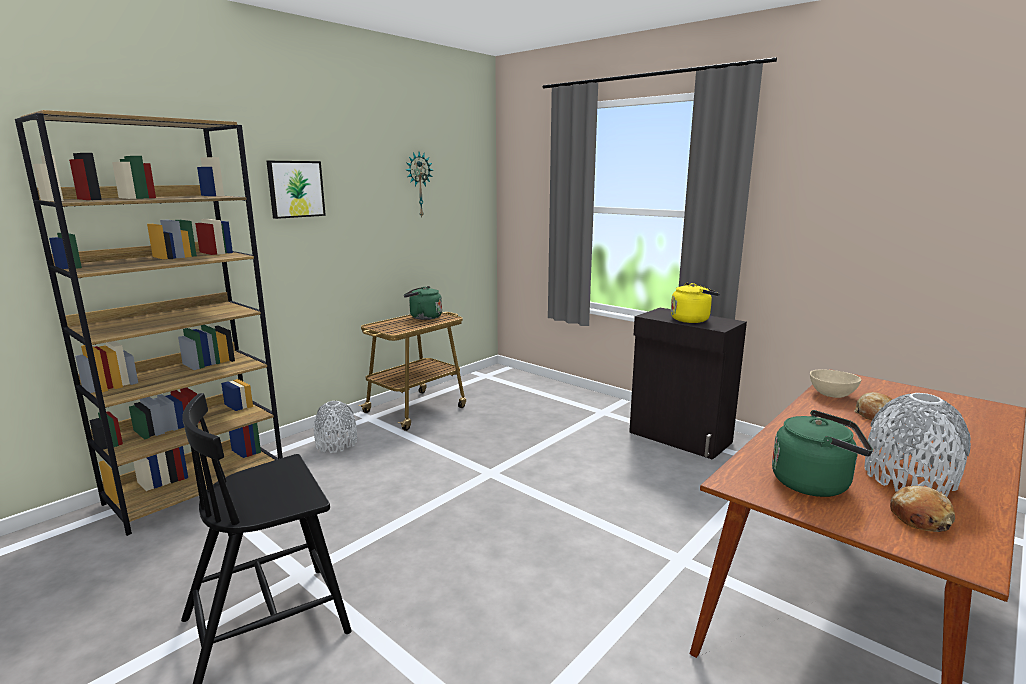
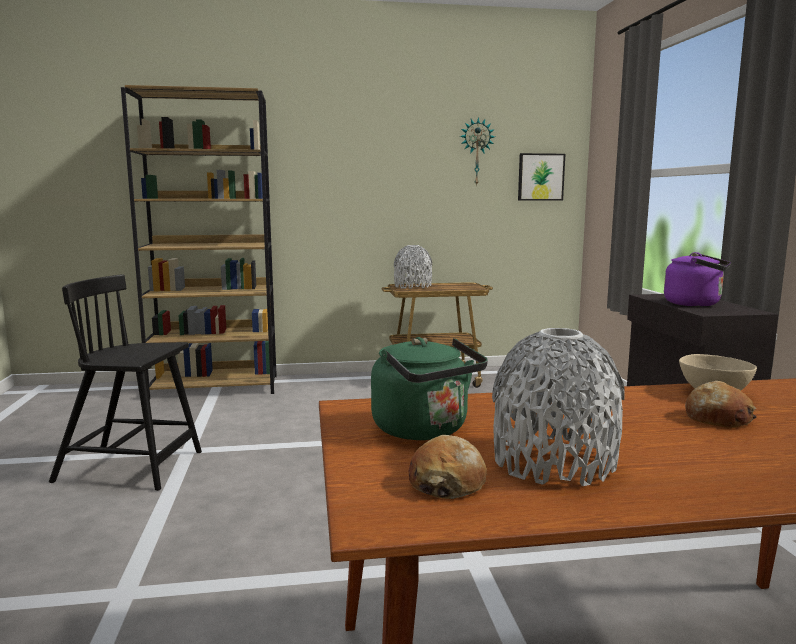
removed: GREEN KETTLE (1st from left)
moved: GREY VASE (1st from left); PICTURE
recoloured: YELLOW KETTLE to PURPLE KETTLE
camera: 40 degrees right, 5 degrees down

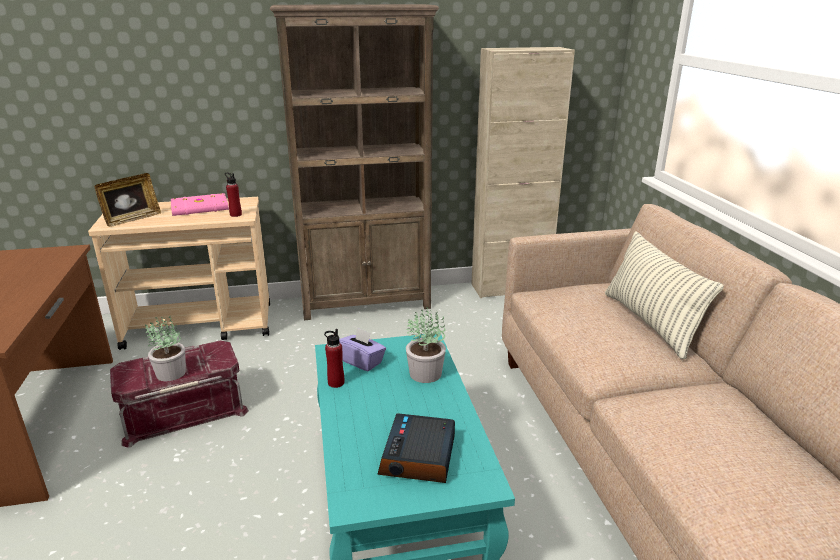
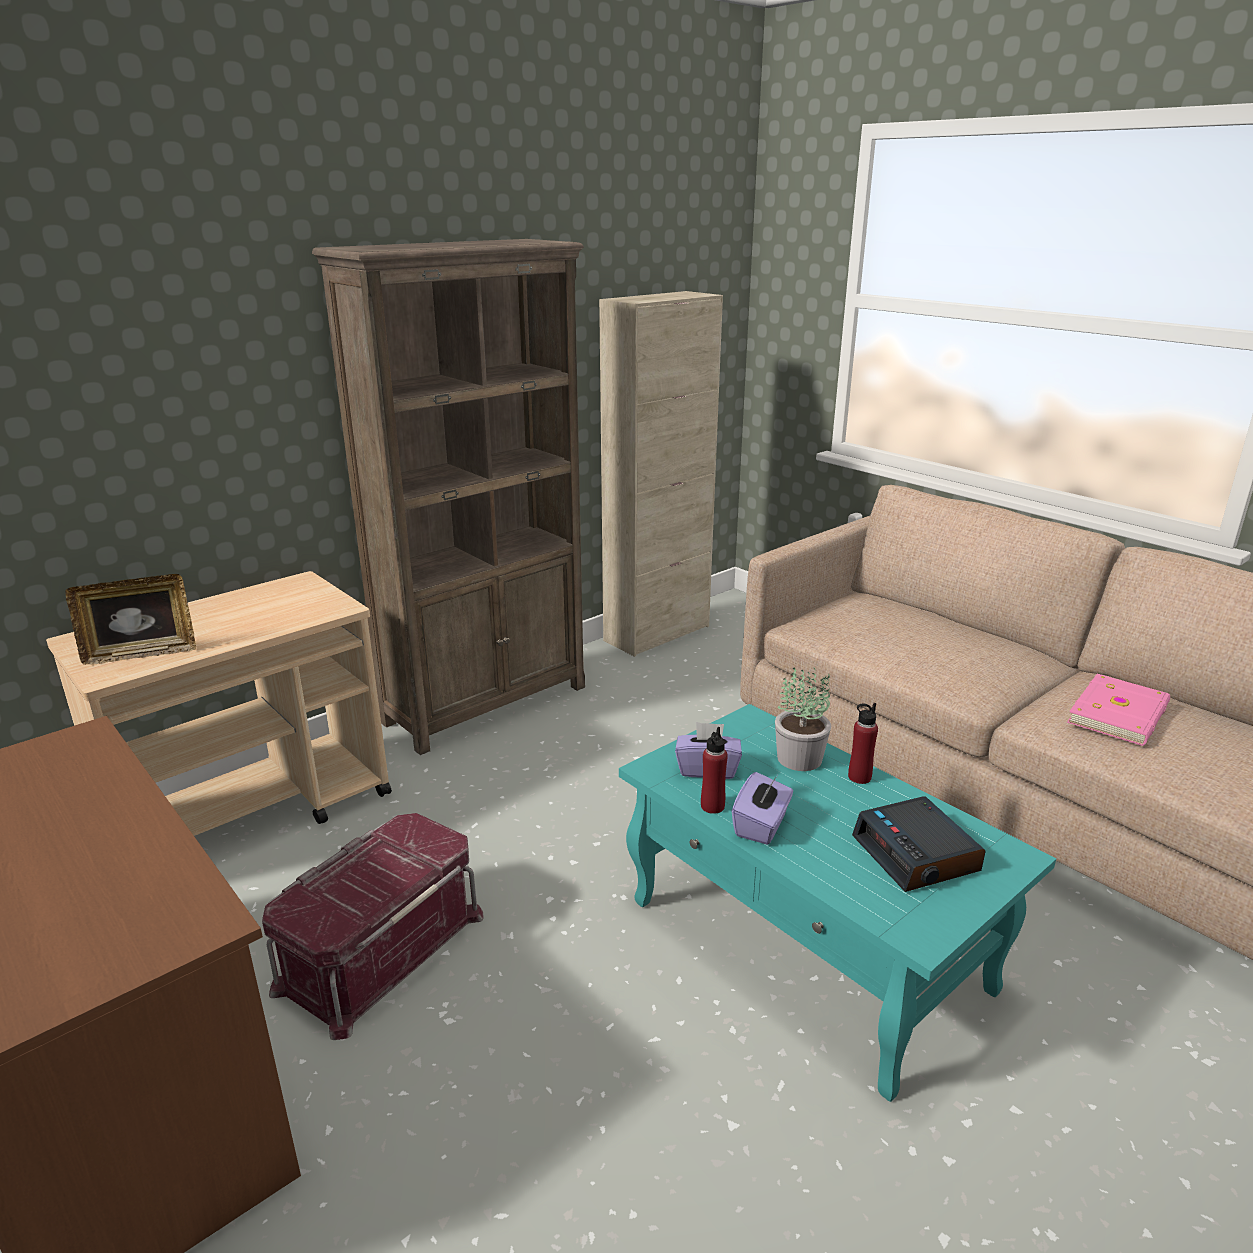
removed: POTTED PLANT (1st from left); PILLOW
added: PURPLE TISSUE BOX (2nd from left)
moved: RED BOTTLE (1st from left in the first image) to RED BOTTLE (2nd from left); PINK BOOK
turned: PICTURE FRAME 60 degrees clockwise
camera: 30 degrees left, 0 degrees up

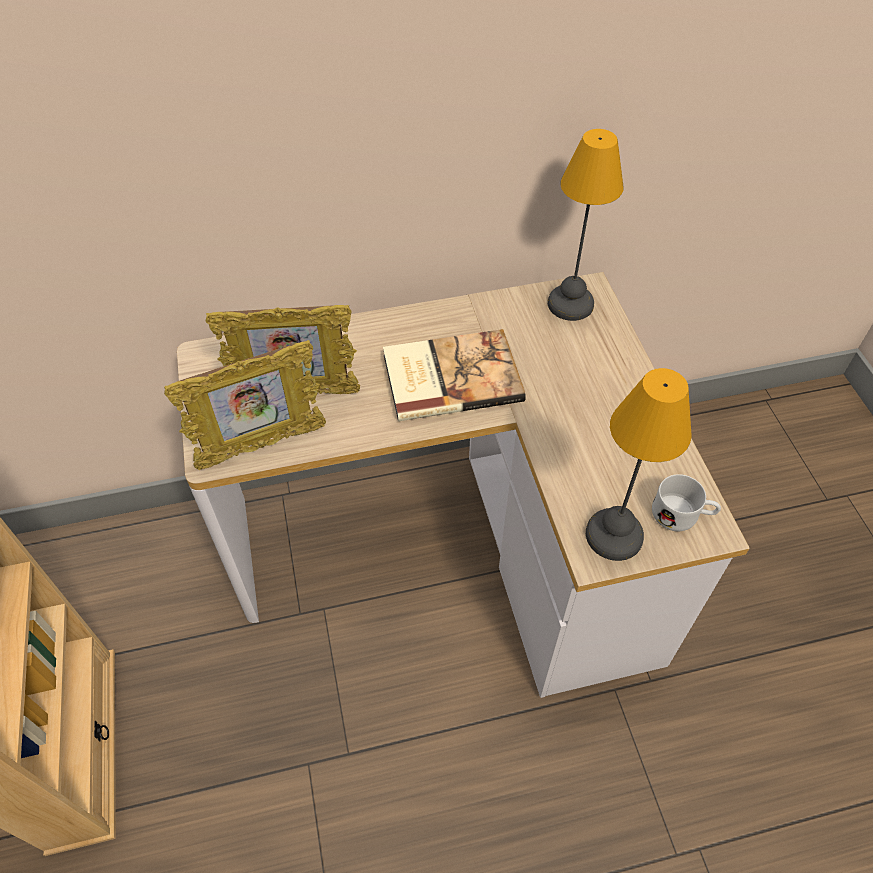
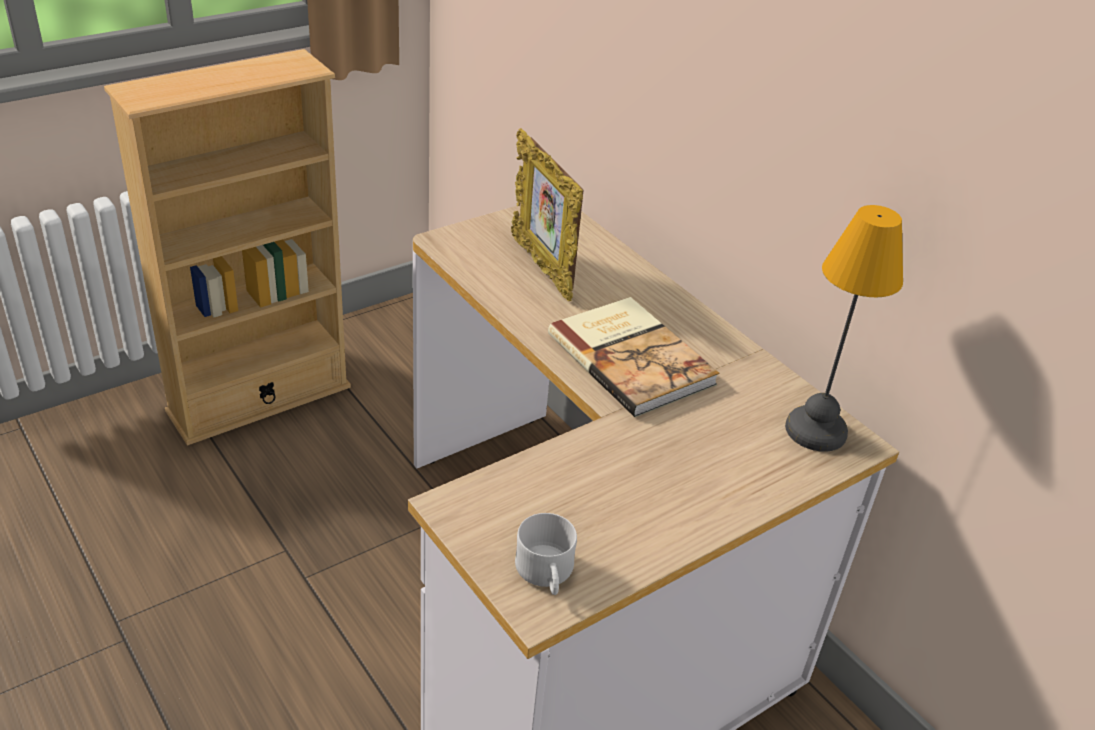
removed: PICTURE FRAME (1st from left); TABLE LAMP (2nd from left)
camera: 65 degrees right, 15 degrees down

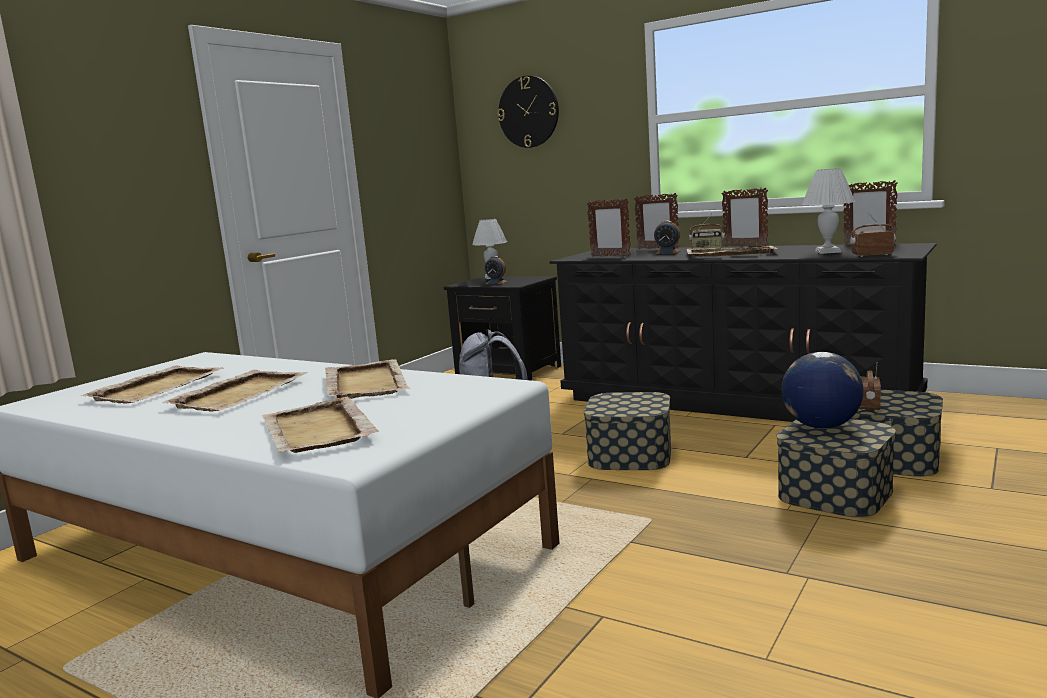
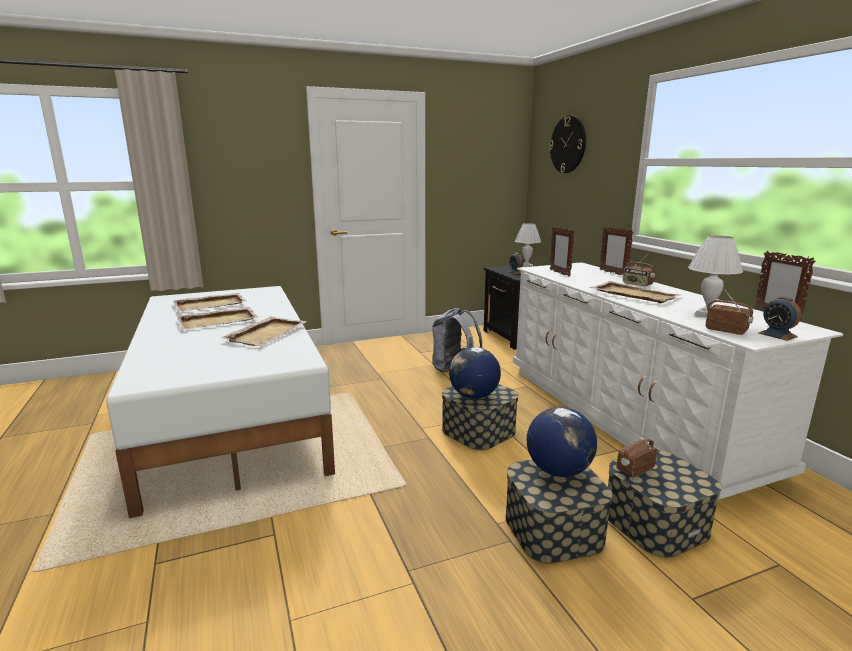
removed: BEIGE TRAY (3rd from left); PICTURE FRAME (3rd from left)
added: GLOBE (1st from left)
moved: ALARM CLOCK (2nd from left)
recoloured: BLACK DRESSER to WHITE DRESSER
camera: 35 degrees right, 5 degrees up

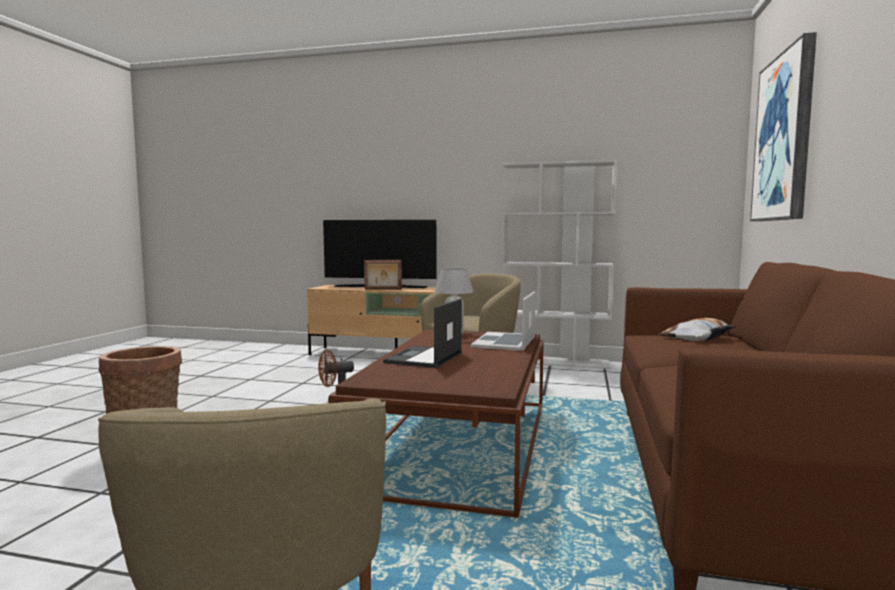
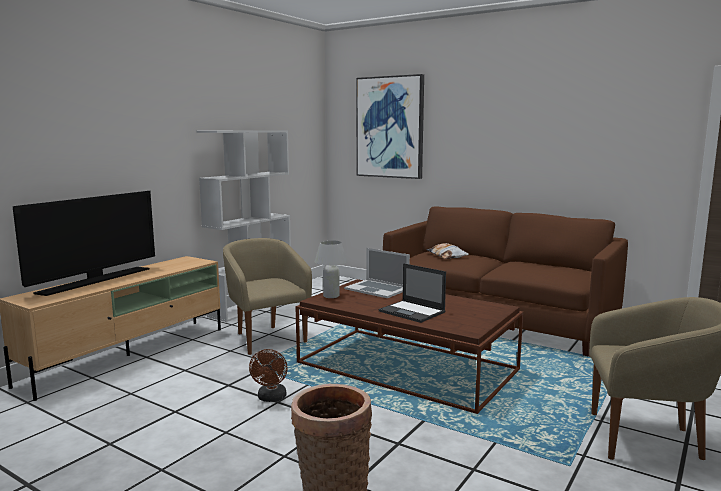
removed: PICTURE FRAME
camera: 70 degrees left, 5 degrees up

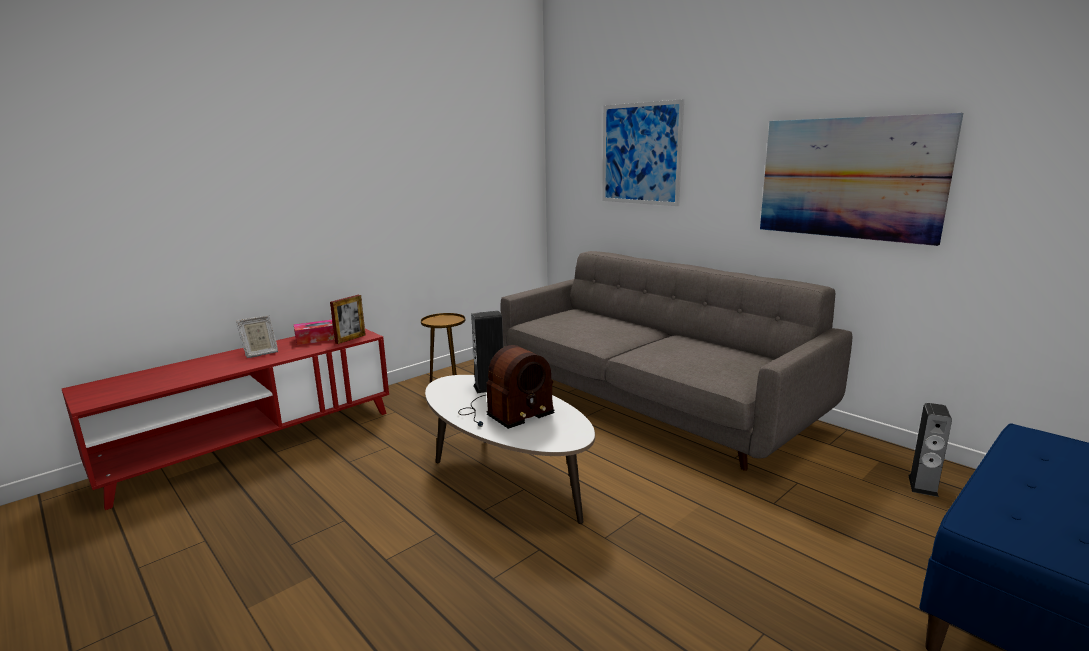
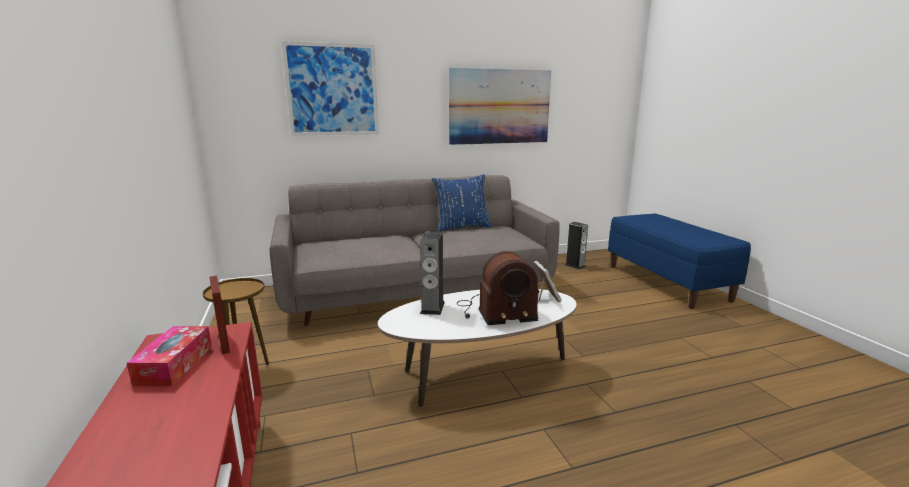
added: BLUE PILLOW
moved: PICTURE FRAME (1st from left in the first image) to PICTURE FRAME (2nd from left)
turned: RADIO 90 degrees clockwise
camera: 65 degrees left, 0 degrees up

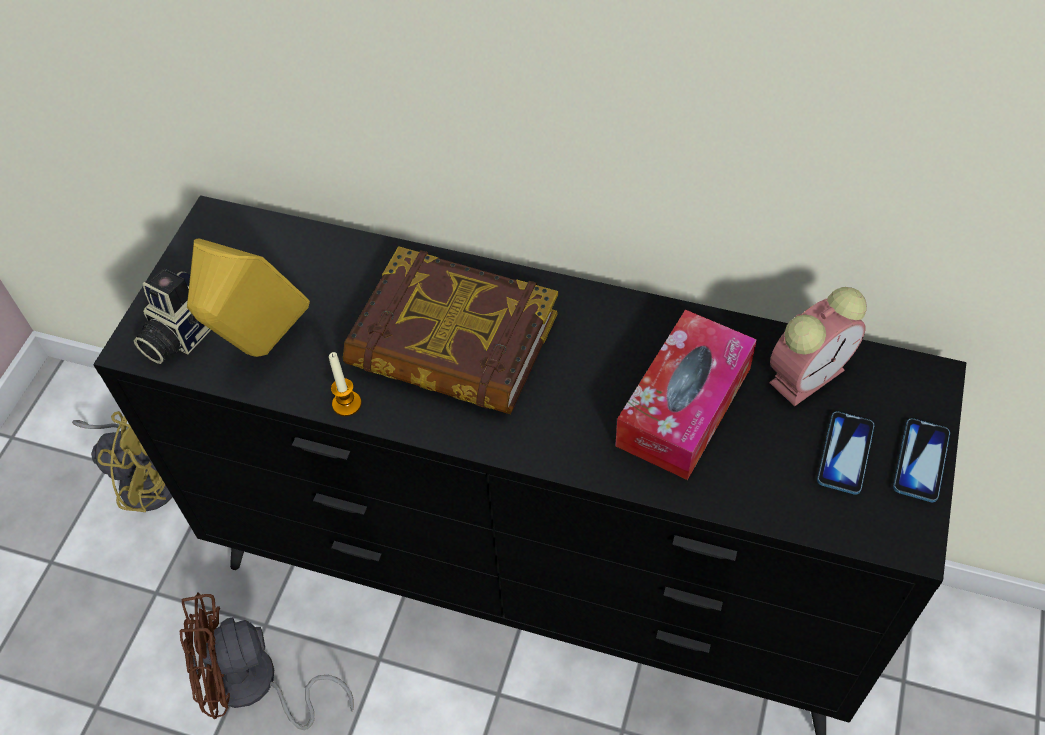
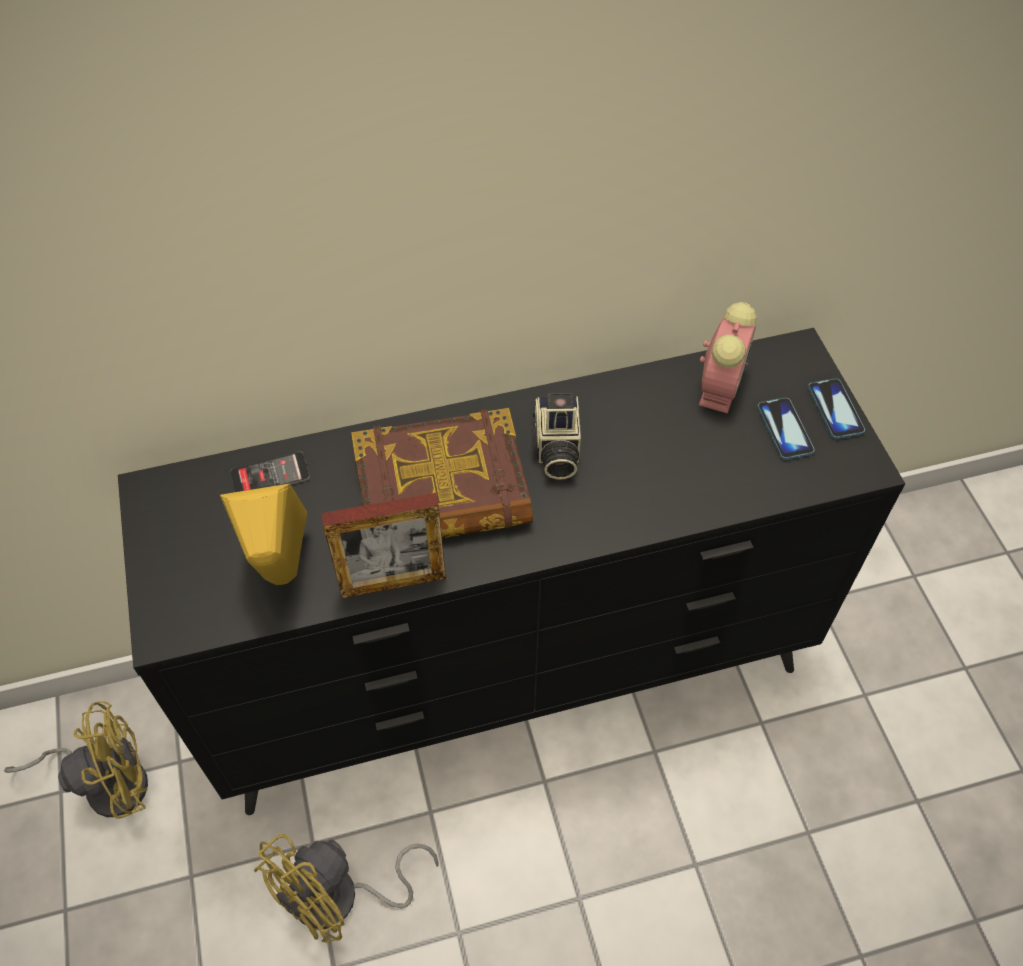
removed: TISSUE BOX
added: PHONE (1st from left)
moved: PHOTO CAMERA
replaced: CANDLE to PICTURE FRAME
recoloured: BROWN FAN to YELLOW FAN (2nd from left)
camera: 35 degrees left, 0 degrees up

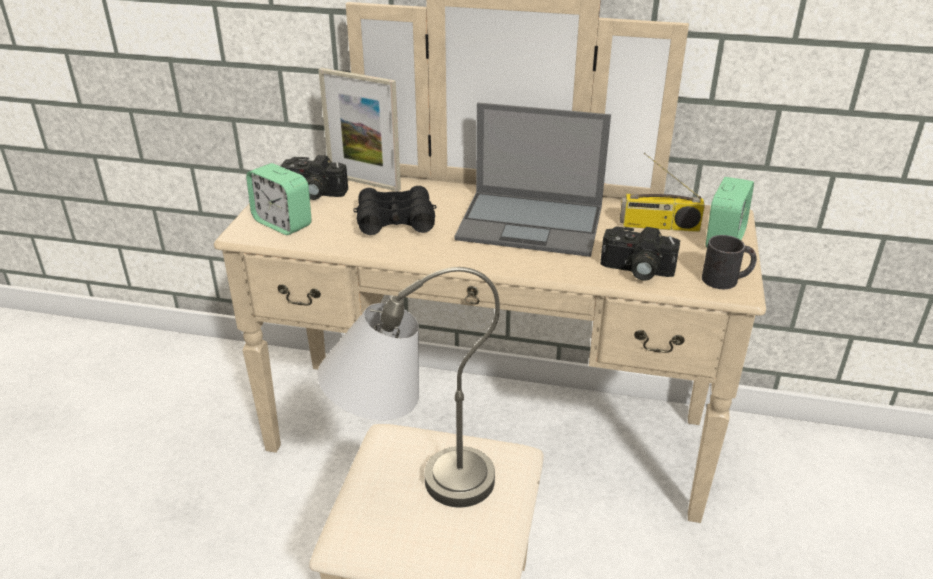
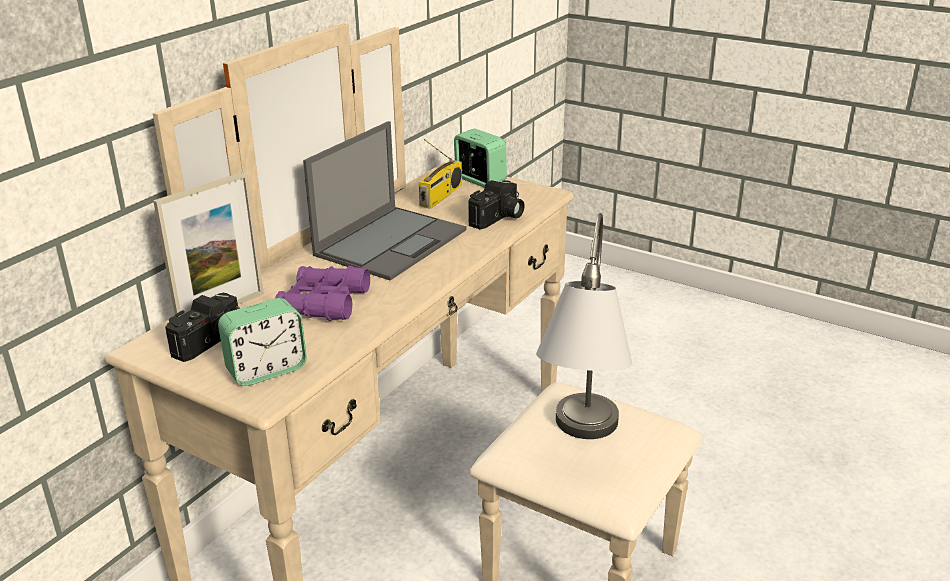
removed: BLACK MUG
recoloured: BLACK BINOCULARS to PURPLE BINOCULARS
camera: 70 degrees left, 5 degrees down

